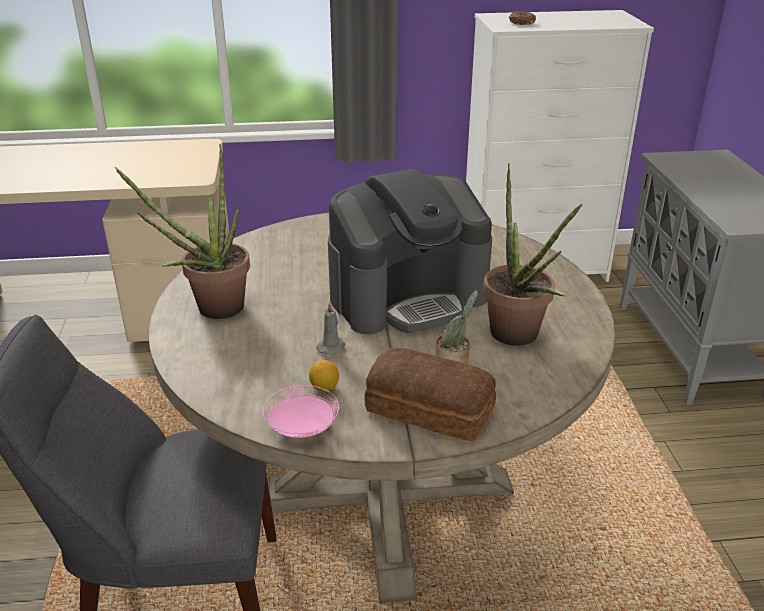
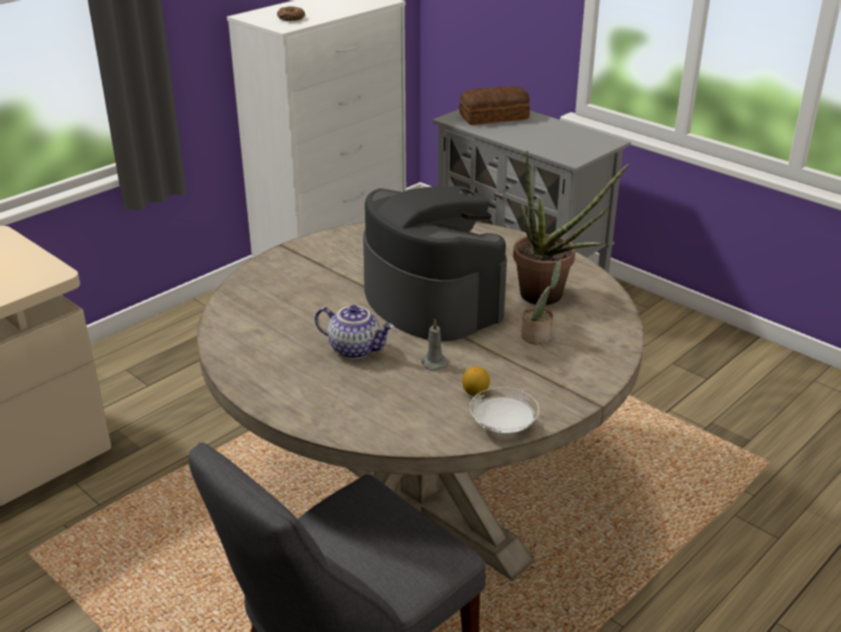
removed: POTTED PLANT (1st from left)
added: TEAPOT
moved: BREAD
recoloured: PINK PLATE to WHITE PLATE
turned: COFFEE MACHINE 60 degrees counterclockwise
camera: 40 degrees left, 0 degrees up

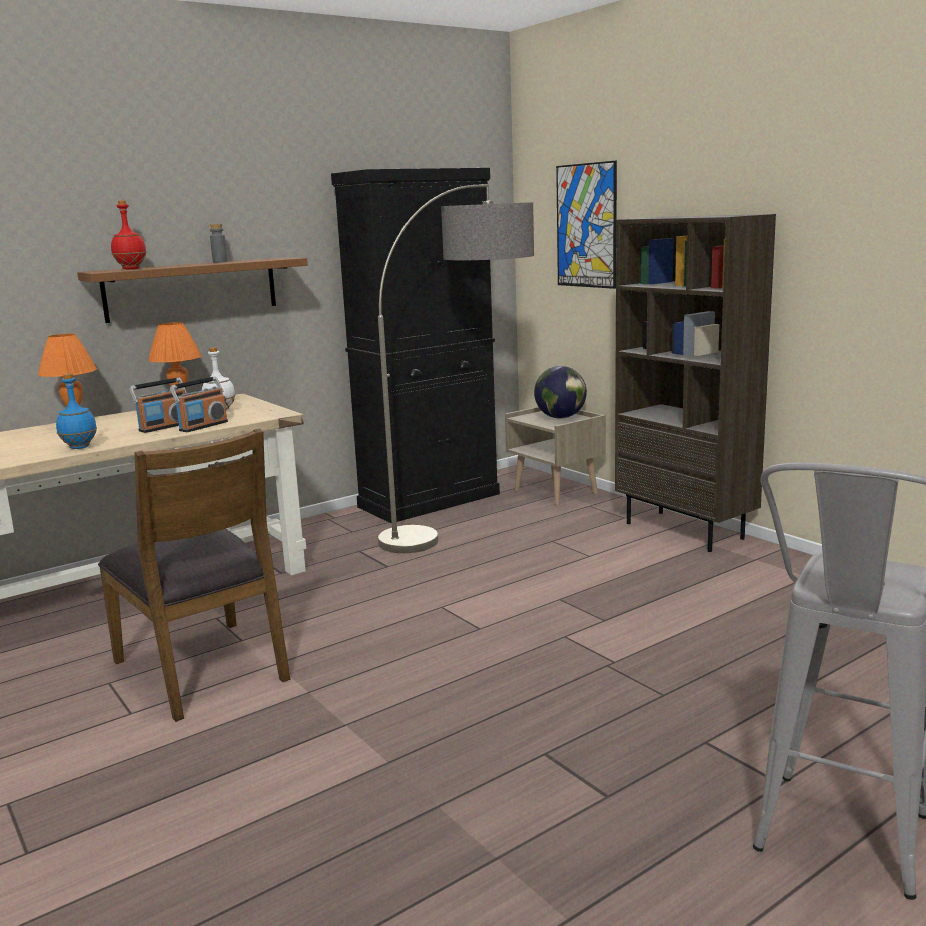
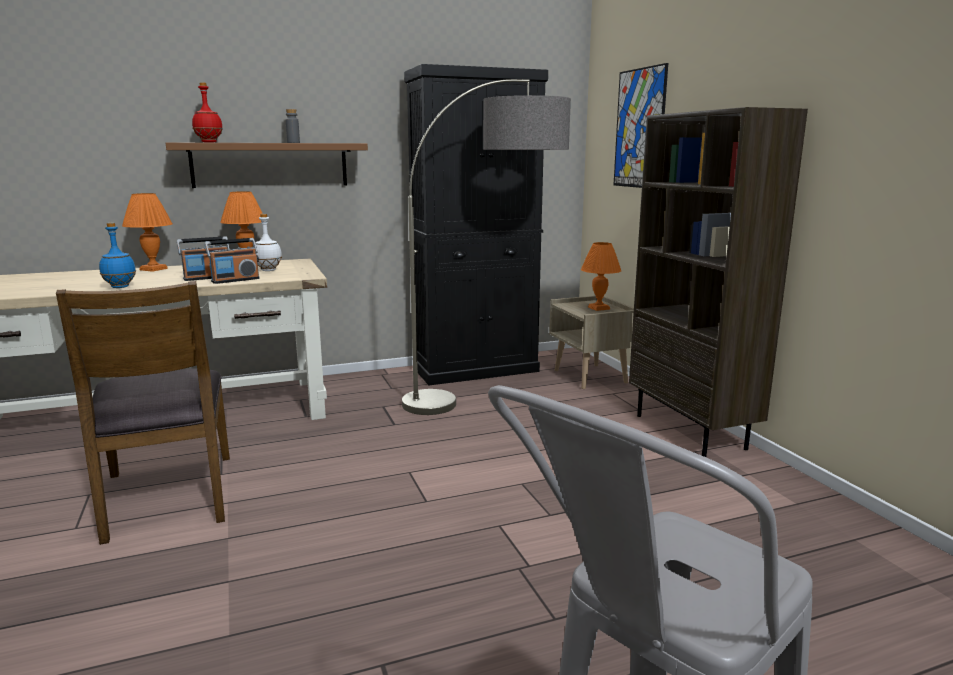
replaced: GLOBE to ORANGE TABLE LAMP (3rd from left)
camera: 15 degrees right, 0 degrees up

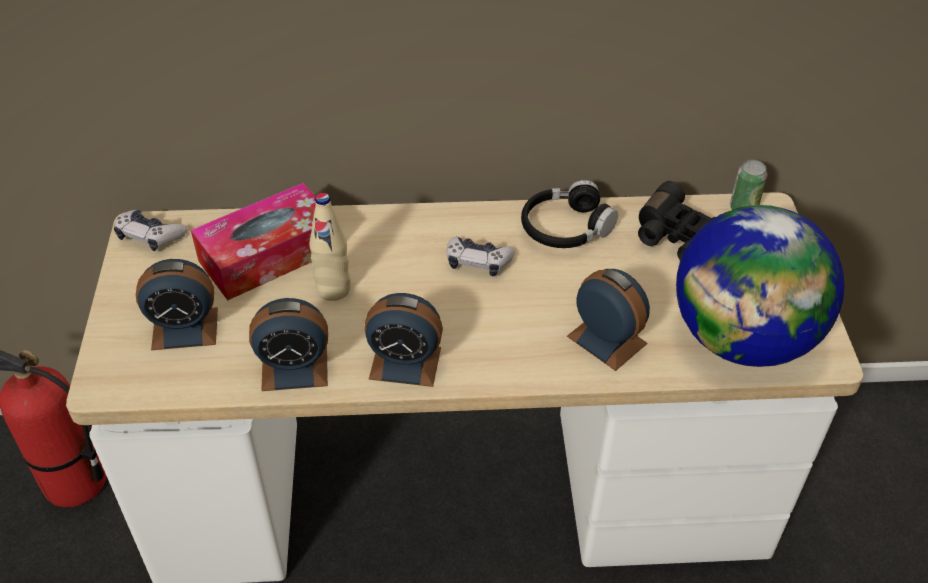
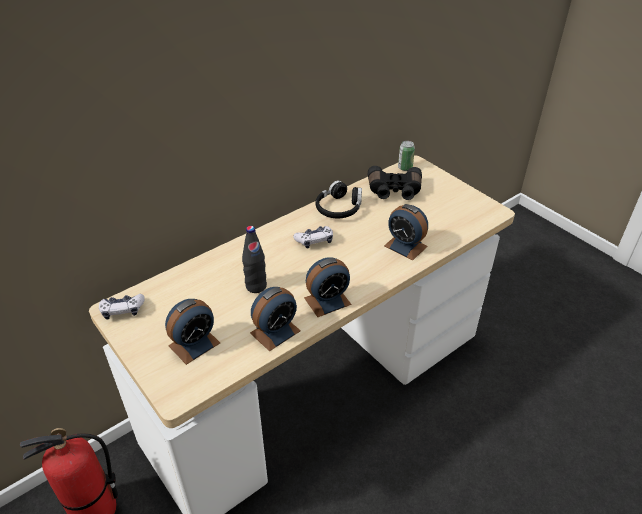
removed: TISSUE BOX; GLOBE
recoloured: BEIGE BOTTLE to BLACK BOTTLE
turned: ALARM CLOCK (4th from left) 150 degrees counterclockwise
camera: 35 degrees left, 5 degrees down

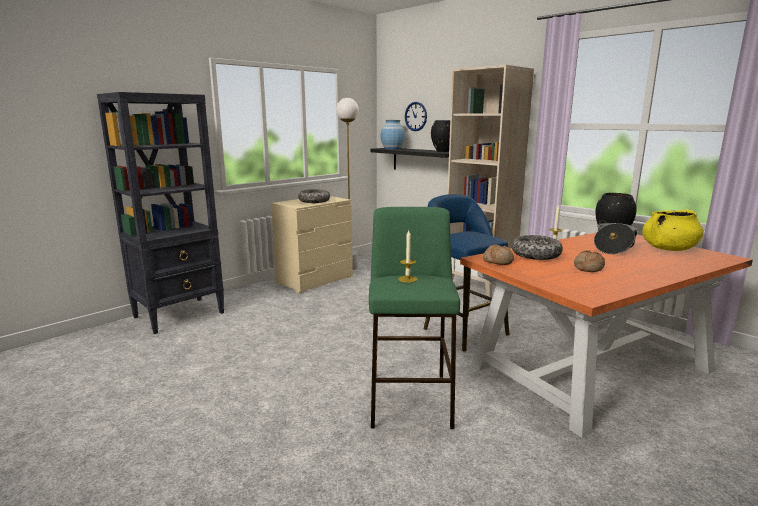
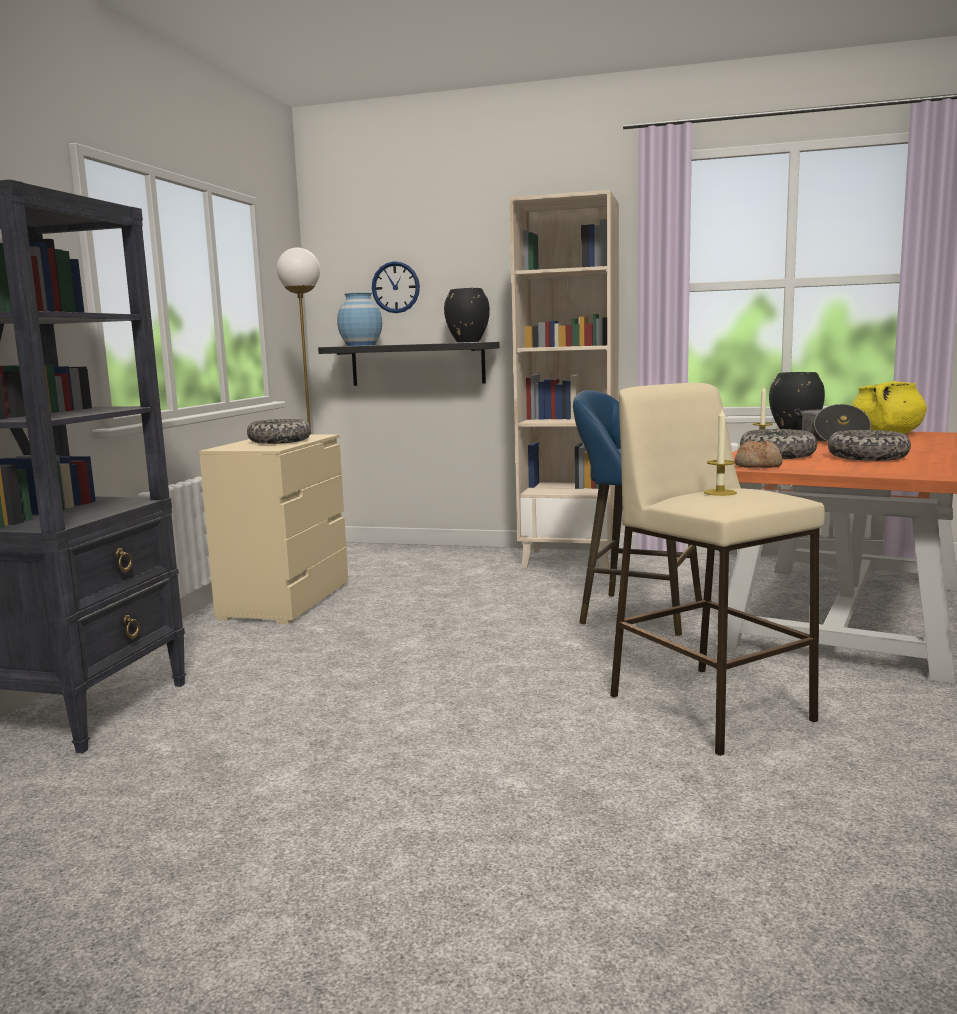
replaced: BREAD (2nd from left) to BOWL (3rd from left)
recoloured: GREEN STOOL to BEIGE STOOL
camera: 30 degrees left, 5 degrees down

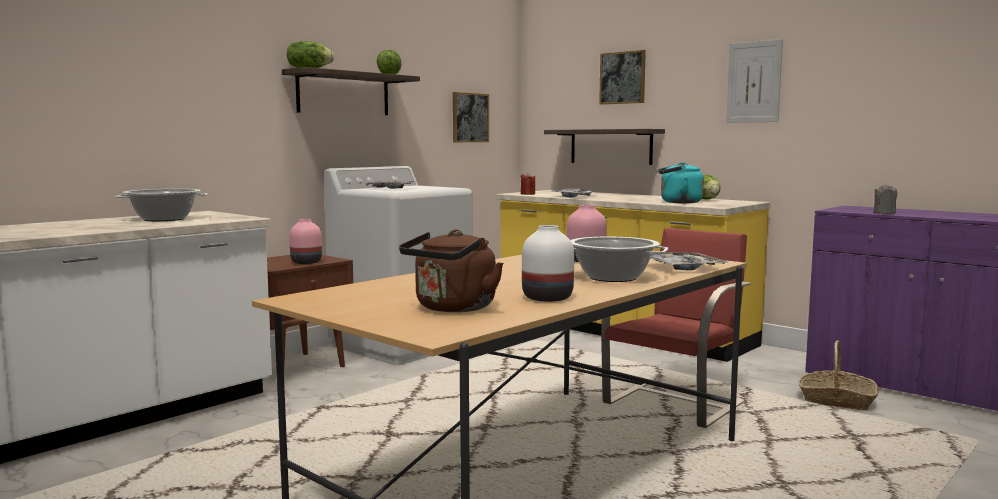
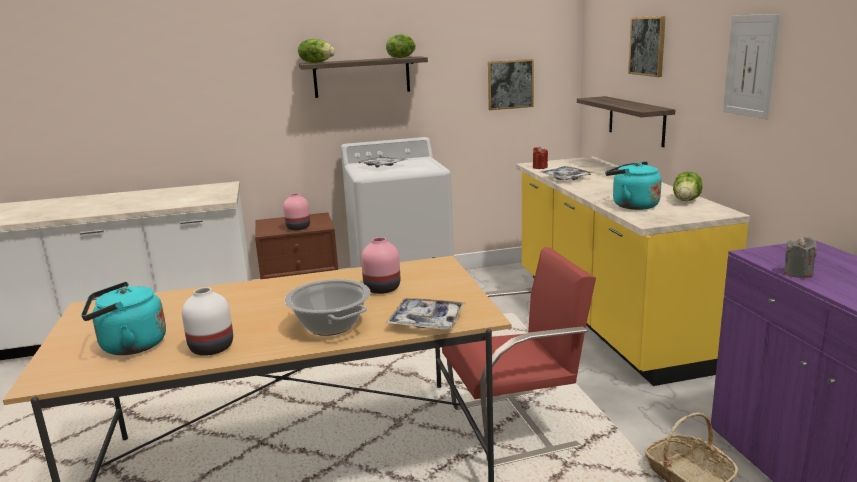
removed: COOKING POT (1st from left)
recoloured: BROWN KETTLE to TURQUOISE KETTLE (1st from left)
camera: 35 degrees right, 10 degrees up

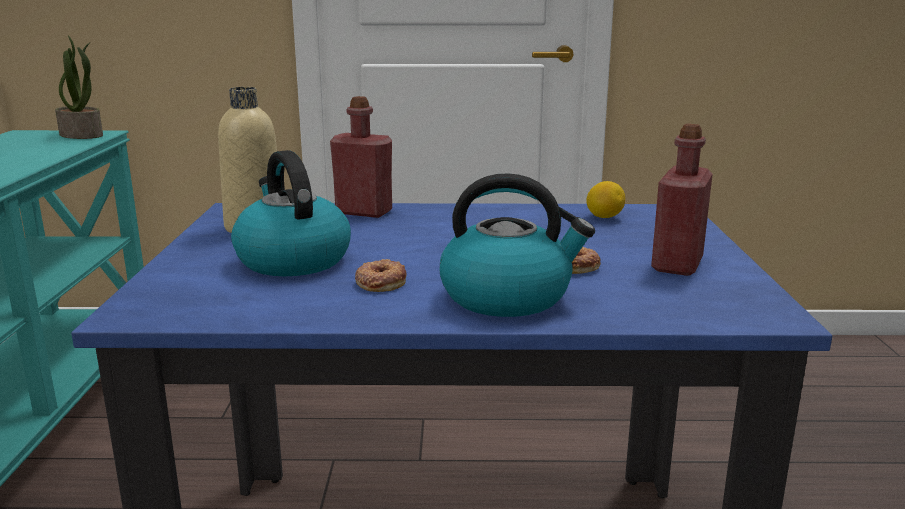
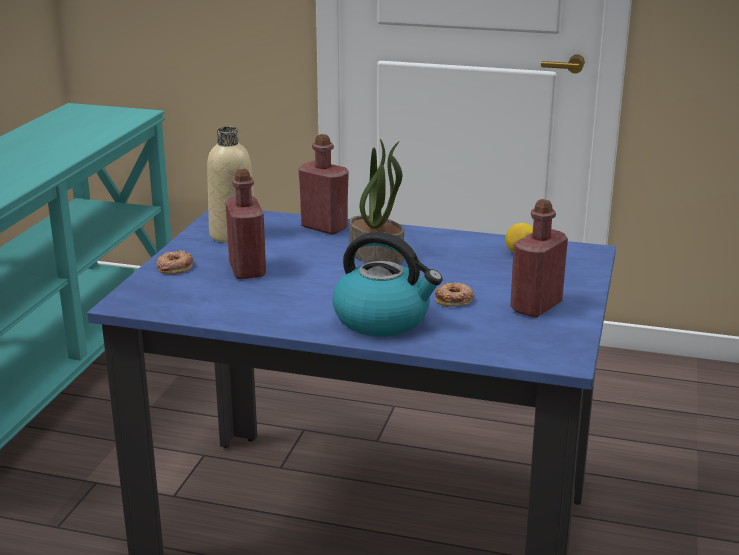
moved: DONUT (1st from left); POTTED PLANT
replaced: KETTLE (1st from left) to RED BOTTLE (1st from left)
camera: 15 degrees right, 5 degrees up

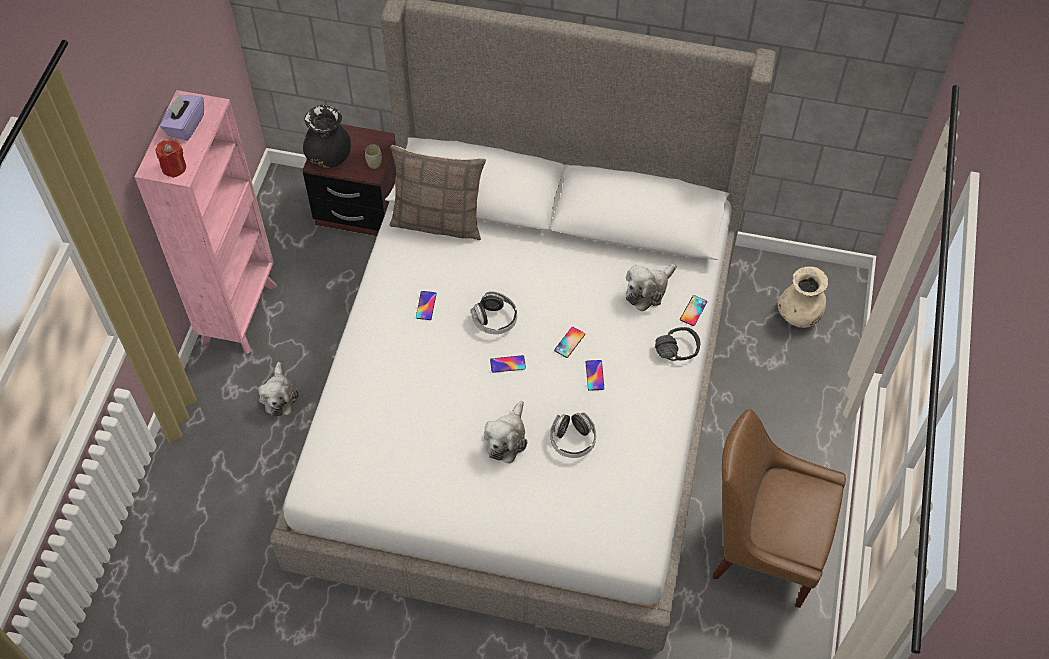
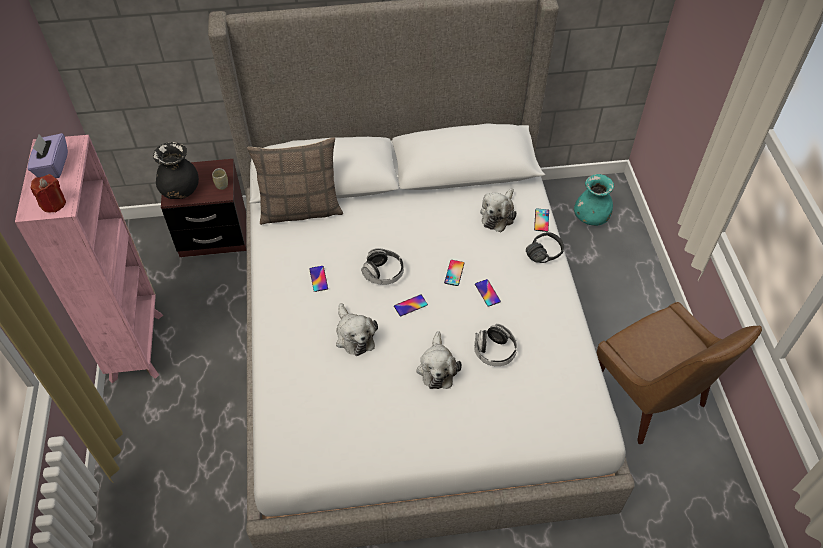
moved: PLUSH TOY (1st from left)
recoloured: BEIGE VASE to TURQUOISE VASE
turned: BROWN CHAIR 120 degrees counterclockwise
camera: 20 degrees left, 5 degrees down

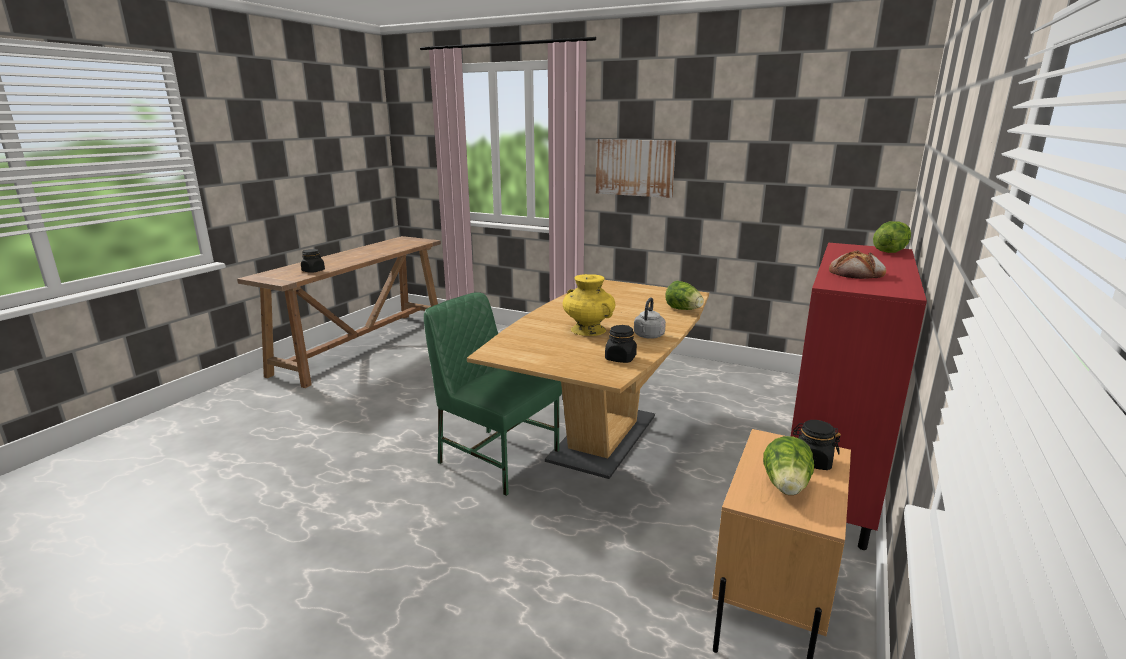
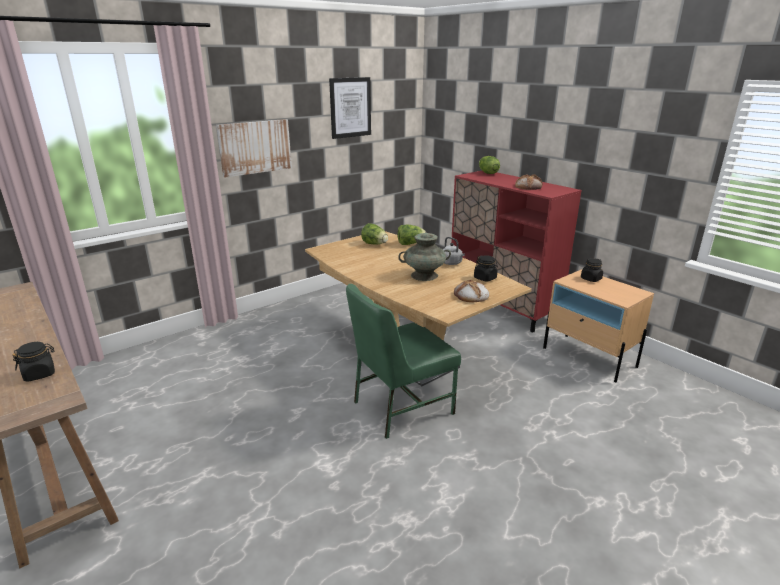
added: PICTURE (2nd from left); BREAD (1st from left)
moved: LETTUCE (2nd from left in the first image) to LETTUCE (1st from left)
recoloured: YELLOW VASE to TURQUOISE VASE
camera: 65 degrees left, 5 degrees up

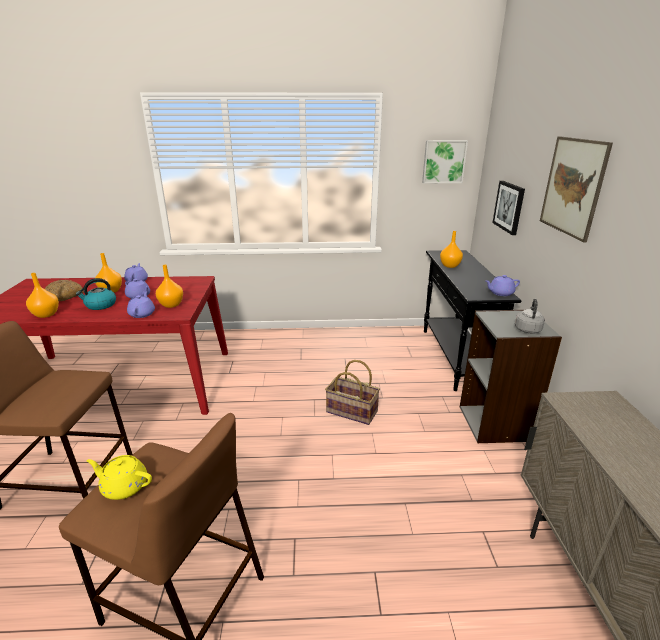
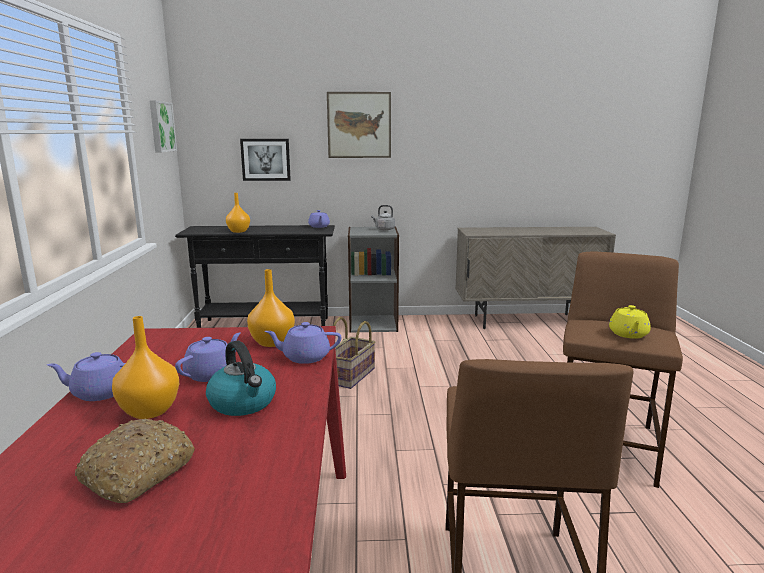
removed: ORANGE VASE (1st from left)
camera: 90 degrees left, 10 degrees down

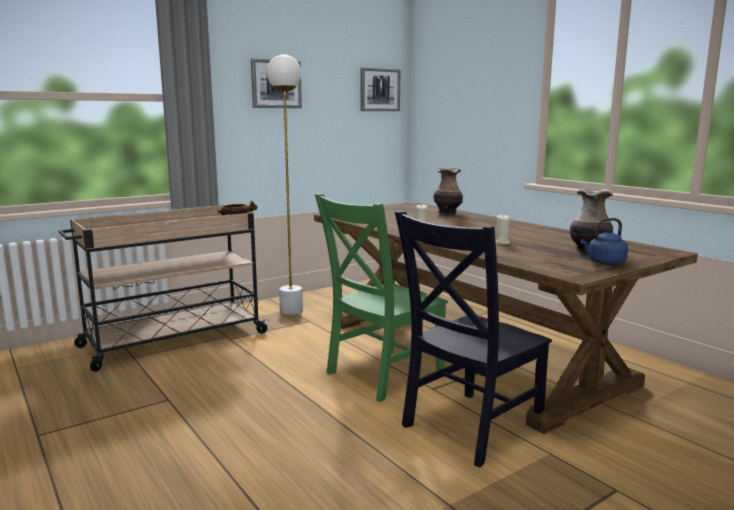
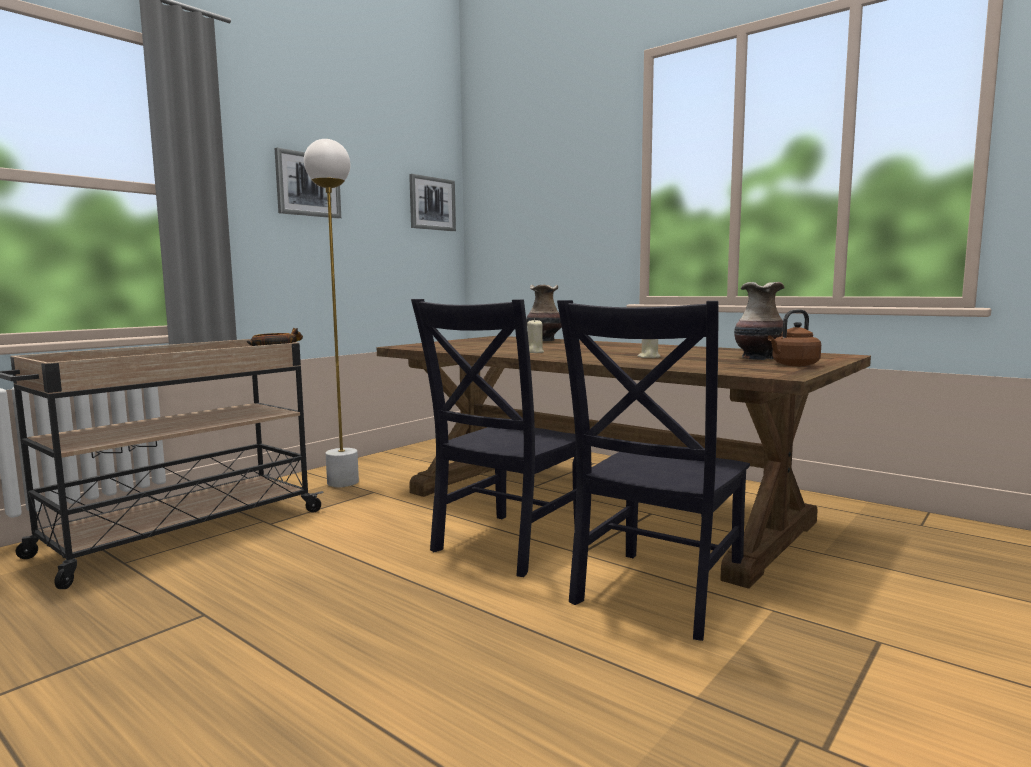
recoloured: GREEN CHAIR to BLACK CHAIR (1st from left); BLUE KETTLE to BROWN KETTLE
camera: 15 degrees left, 5 degrees down

